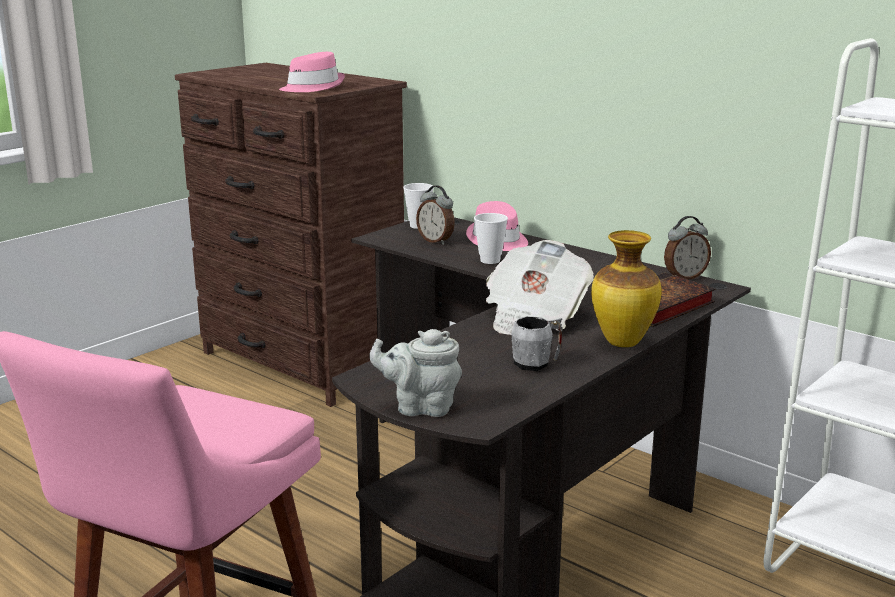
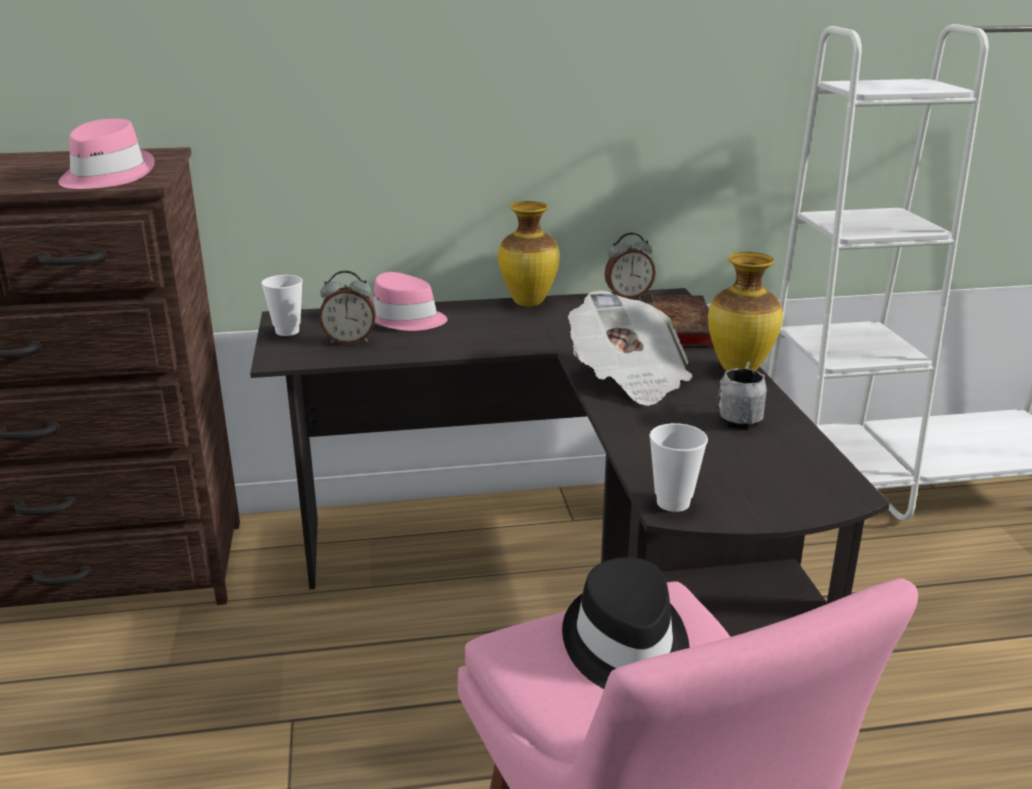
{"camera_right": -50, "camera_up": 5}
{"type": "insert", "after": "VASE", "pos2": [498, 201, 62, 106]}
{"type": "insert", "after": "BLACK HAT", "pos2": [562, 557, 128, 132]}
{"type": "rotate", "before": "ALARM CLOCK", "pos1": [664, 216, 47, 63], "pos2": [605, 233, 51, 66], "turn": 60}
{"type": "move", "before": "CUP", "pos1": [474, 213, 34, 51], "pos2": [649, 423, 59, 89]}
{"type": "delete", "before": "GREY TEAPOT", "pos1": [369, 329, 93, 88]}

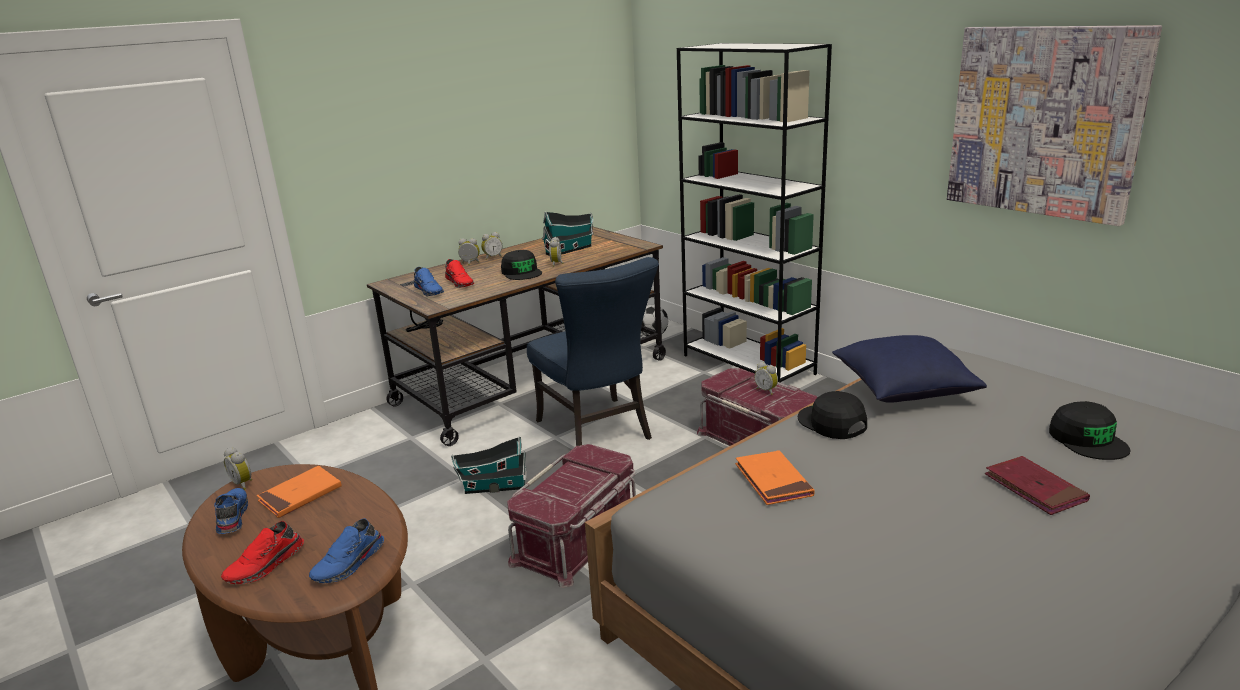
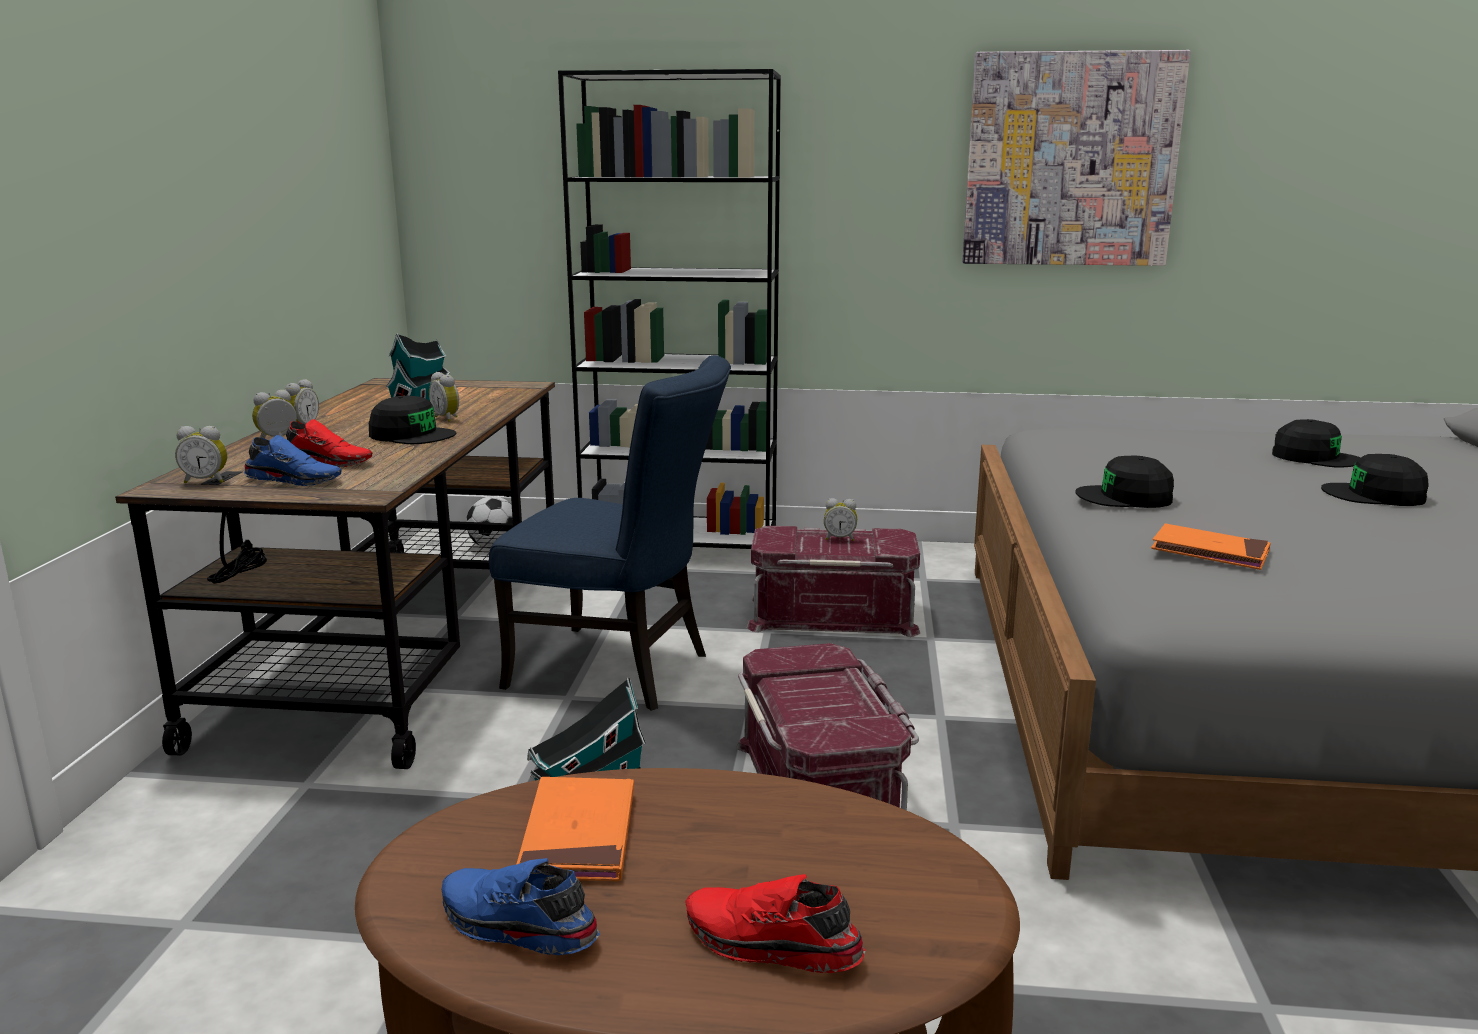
{"camera_right": -45, "camera_up": -5}
{"type": "move", "before": "ALARM CLOCK", "pos1": [224, 447, 28, 43], "pos2": [175, 426, 52, 57]}
{"type": "rotate", "before": "RED SHOE", "pos1": [221, 521, 83, 63], "pos2": [685, 874, 181, 99], "turn": 120}
{"type": "replace", "before": "RED BOOK", "after": "BLACK CAP", "pos1": [985, 456, 105, 59], "pos2": [1321, 454, 108, 52]}
{"type": "delete", "before": "BLUE SHOE", "pos1": [309, 518, 75, 65]}
{"type": "delete", "before": "BLUE PILLOW", "pos1": [832, 335, 155, 68]}

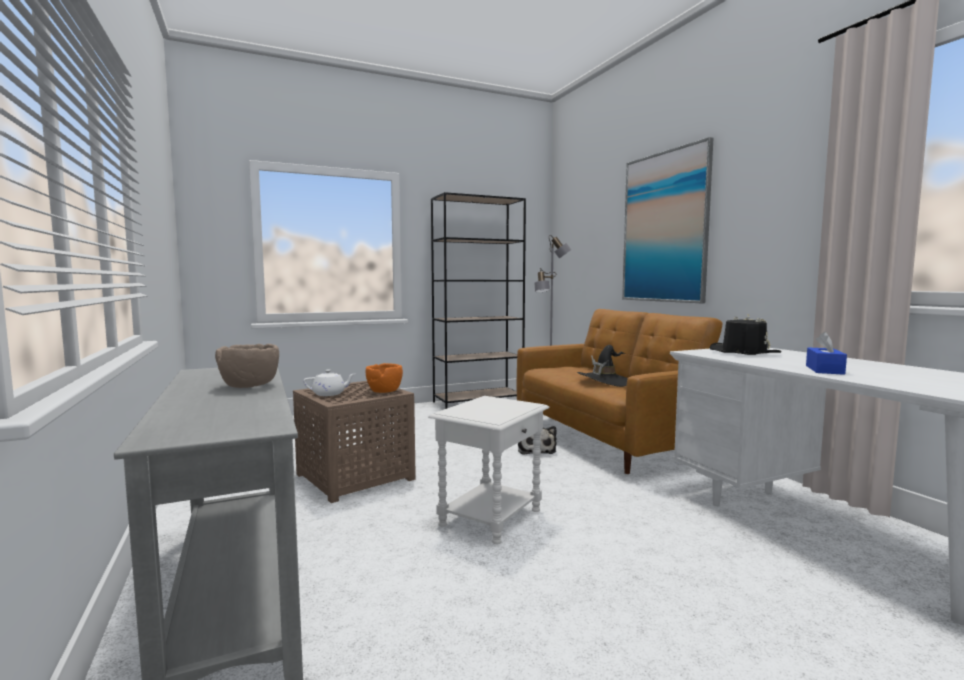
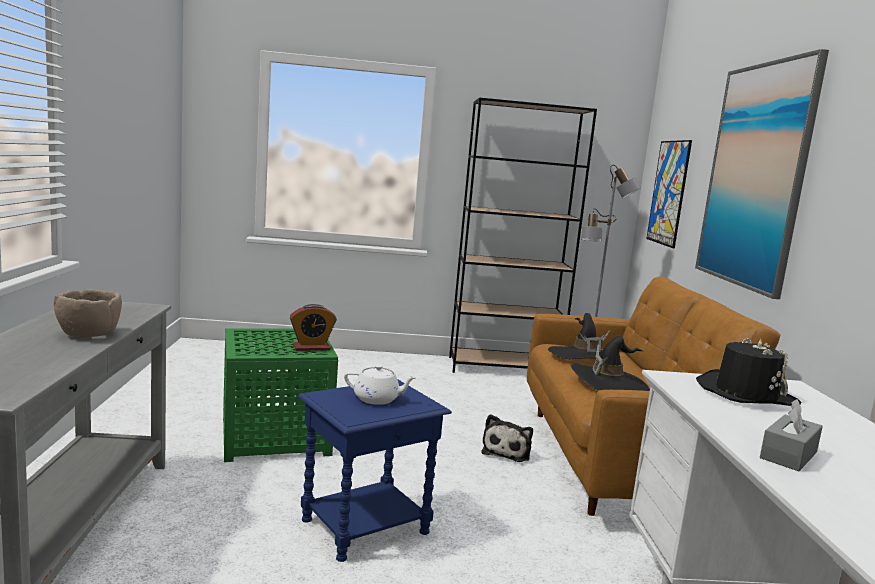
{"camera_right": 20, "camera_up": 5}
{"type": "recolor", "before": "BROWN SIDE TABLE", "after": "GREEN SIDE TABLE", "pos1": [293, 381, 123, 122], "pos2": [223, 328, 115, 134]}
{"type": "replace", "before": "ORANGE BOWL", "after": "ALARM CLOCK", "pos1": [366, 363, 37, 30], "pos2": [290, 304, 47, 47]}
{"type": "recolor", "before": "WHITE SIDE TABLE", "after": "BLUE SIDE TABLE", "pos1": [428, 396, 121, 148], "pos2": [298, 379, 154, 183]}
{"type": "move", "before": "WHITE TEAPOT", "pos1": [303, 369, 52, 27], "pos2": [344, 364, 73, 41]}
{"type": "insert", "after": "BLACK HAT", "pos2": [548, 313, 62, 46]}
{"type": "insert", "after": "PICTURE", "pos2": [646, 140, 46, 108]}
{"type": "recolor", "before": "BLUE TISSUE BOX", "after": "GREY TISSUE BOX", "pos1": [806, 332, 41, 43], "pos2": [760, 399, 63, 72]}

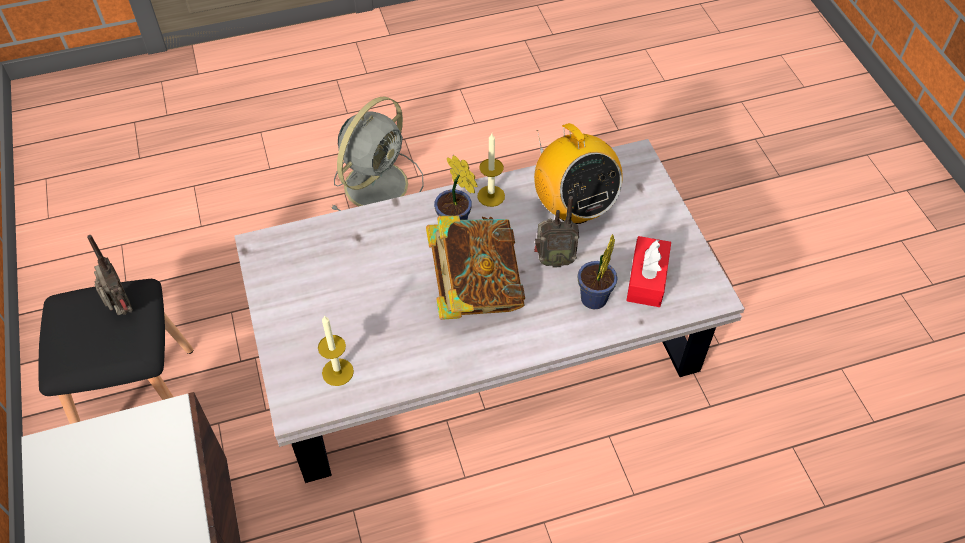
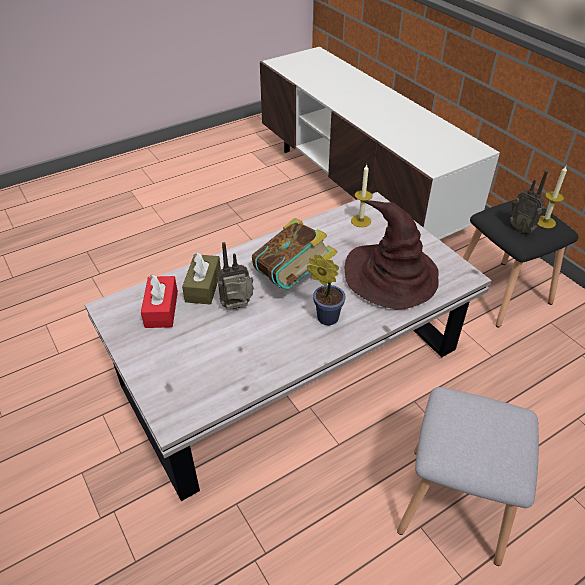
{"camera_right": 165, "camera_up": -10}
{"type": "replace", "before": "POTTED PLANT", "after": "BROWN TISSUE BOX", "pos1": [578, 234, 40, 75], "pos2": [182, 252, 39, 53]}
{"type": "insert", "after": "BROWN HAT", "pos2": [345, 200, 94, 110]}
{"type": "replace", "before": "GREY FAN", "after": "GREY STOOL", "pos1": [331, 96, 93, 115], "pos2": [397, 387, 142, 179]}
{"type": "move", "before": "CANDLE", "pos1": [477, 133, 28, 74], "pos2": [537, 166, 30, 62]}
{"type": "delete", "before": "RADIO", "pos1": [534, 123, 89, 101]}

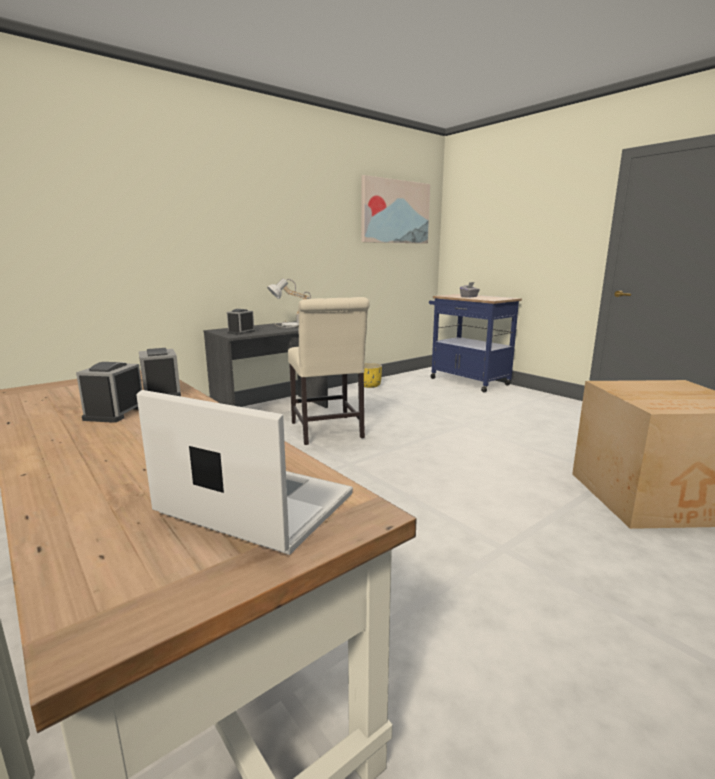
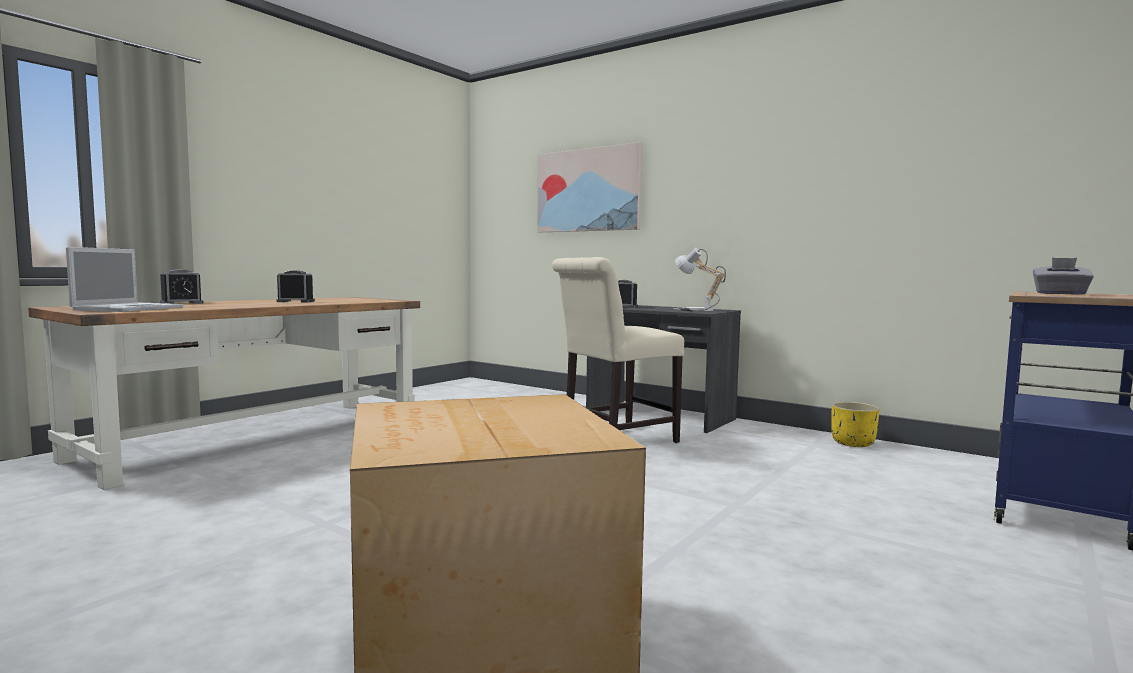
{"camera_right": 75, "camera_up": -10}
{"type": "move", "before": "ALARM CLOCK", "pos1": [139, 348, 42, 48], "pos2": [160, 269, 43, 35]}
{"type": "move", "before": "PICTURE", "pos1": [362, 175, 68, 69], "pos2": [537, 142, 105, 90]}

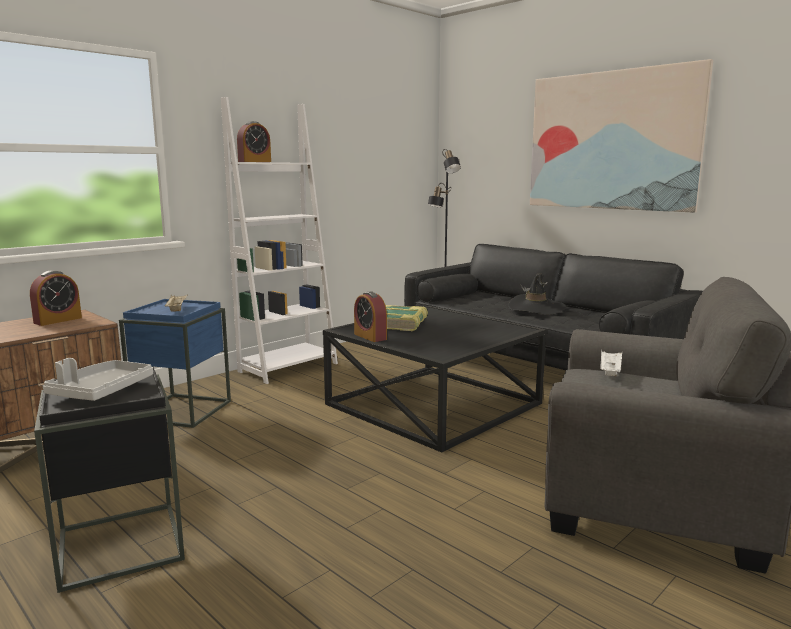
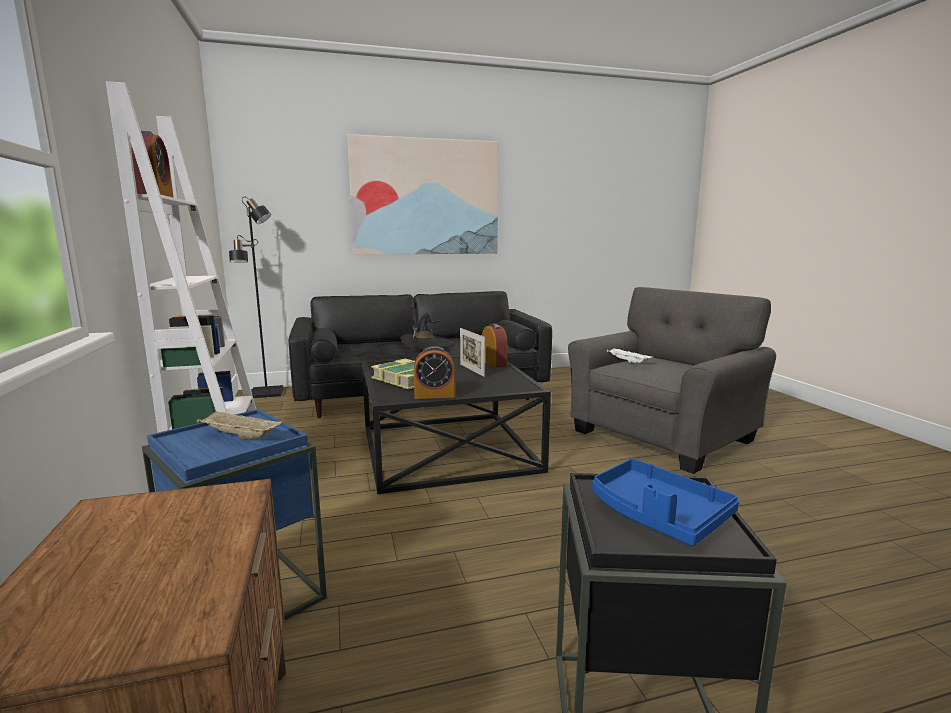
{"camera_right": -60, "camera_up": 0}
{"type": "insert", "after": "PICTURE FRAME", "pos2": [460, 328, 25, 49]}
{"type": "move", "before": "ALARM CLOCK", "pos1": [30, 270, 52, 56], "pos2": [482, 324, 25, 44]}
{"type": "recolor", "before": "GREY TRAY", "after": "BLUE TRAY", "pos1": [43, 358, 110, 43], "pos2": [592, 458, 147, 88]}

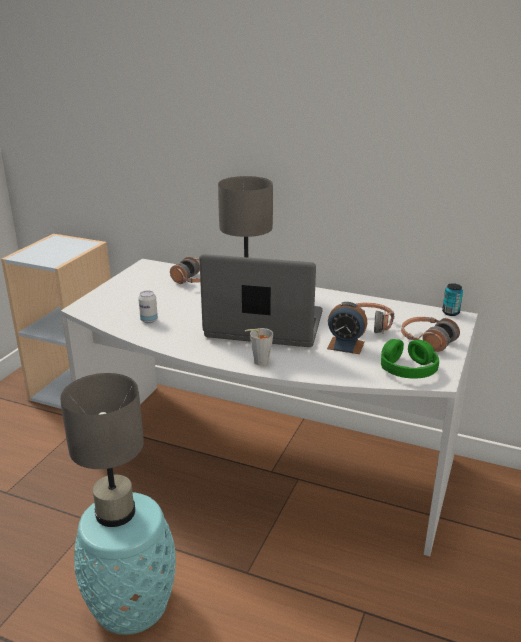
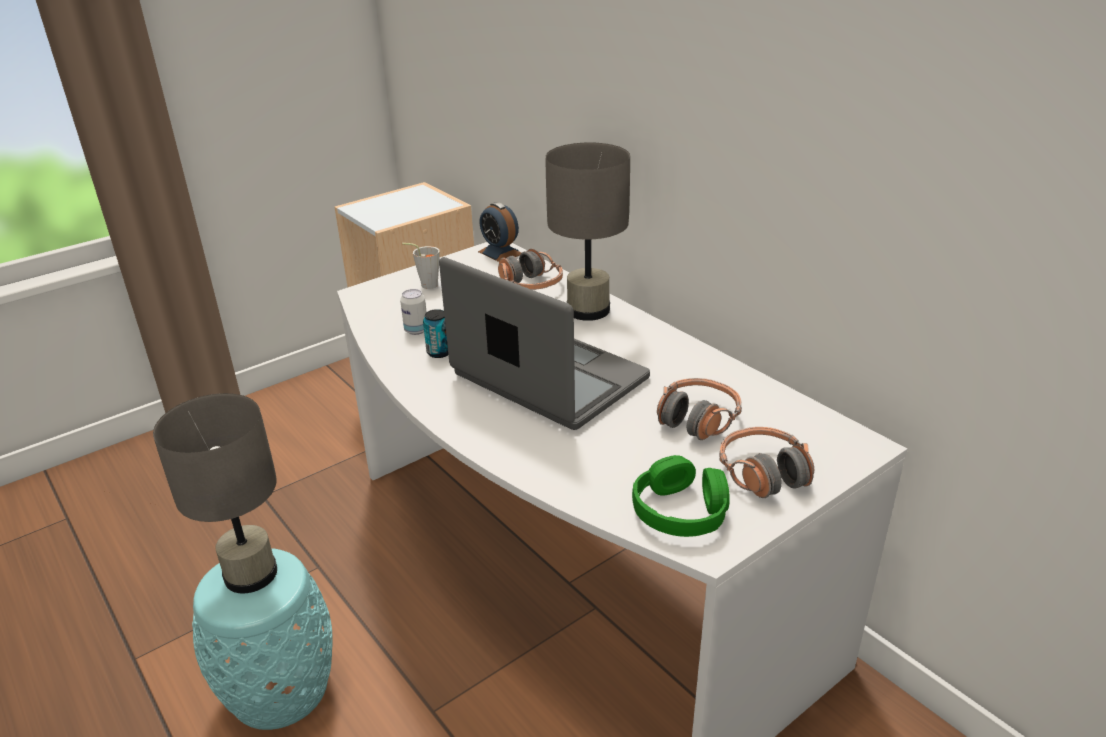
{"camera_right": 30, "camera_up": 5}
{"type": "move", "before": "GREY CUP", "pos1": [245, 328, 28, 38], "pos2": [402, 243, 38, 46]}
{"type": "move", "before": "CAN", "pos1": [442, 283, 21, 33], "pos2": [423, 309, 25, 49]}
{"type": "move", "before": "ALARM CLOCK", "pos1": [327, 302, 40, 52], "pos2": [478, 202, 43, 60]}

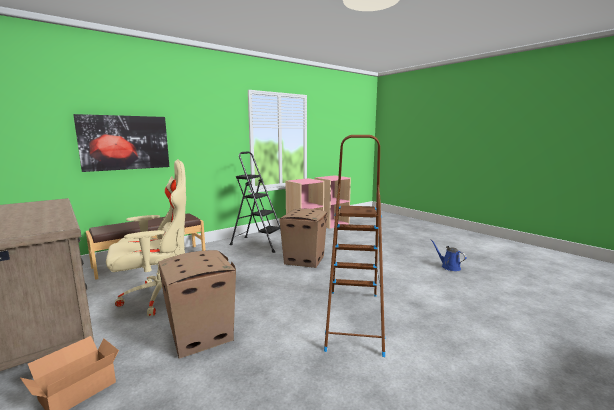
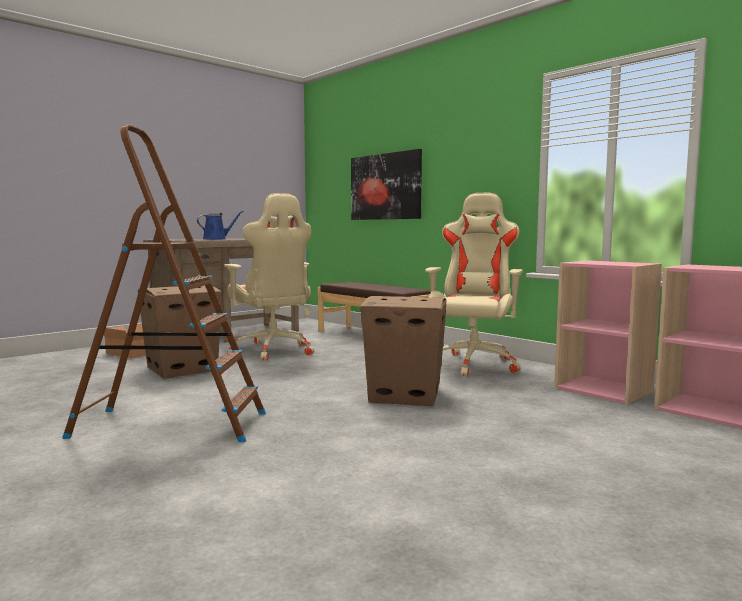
{"camera_right": 85, "camera_up": -5}
{"type": "move", "before": "BLUE WATERING CAN", "pos1": [431, 239, 36, 32], "pos2": [197, 211, 47, 29]}
{"type": "replace", "before": "STEP LADDER", "after": "BEIGE OFFICE CHAIR", "pos1": [229, 151, 51, 102], "pos2": [425, 193, 98, 184]}

